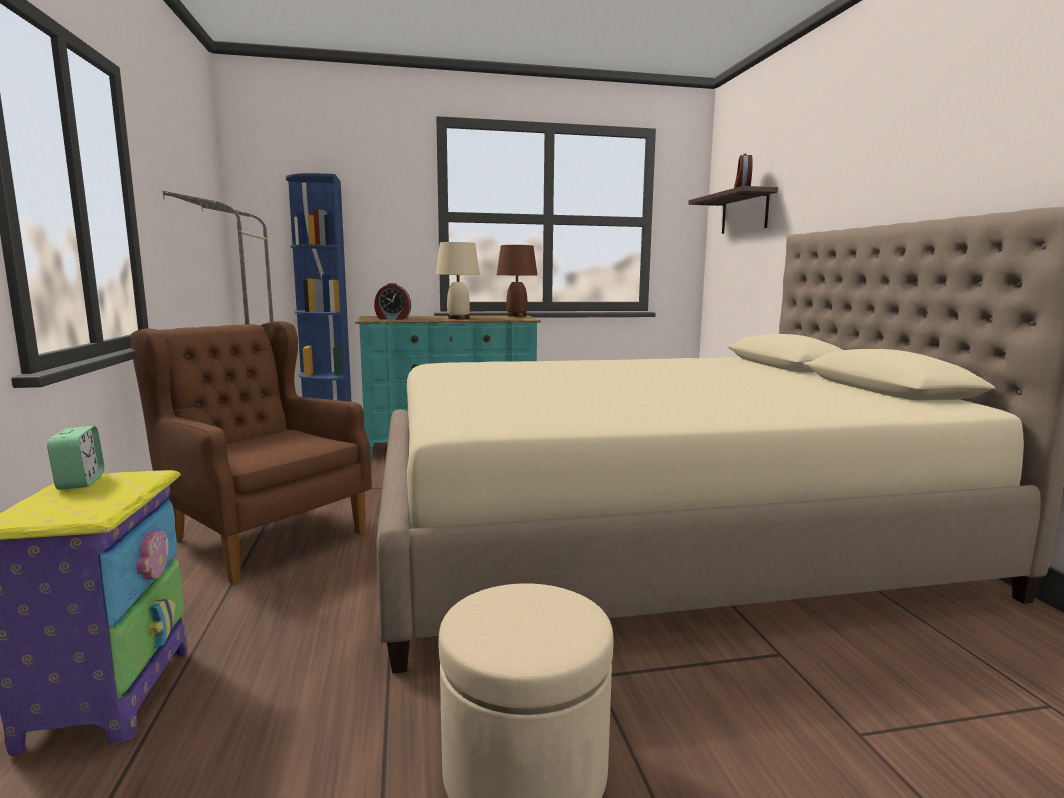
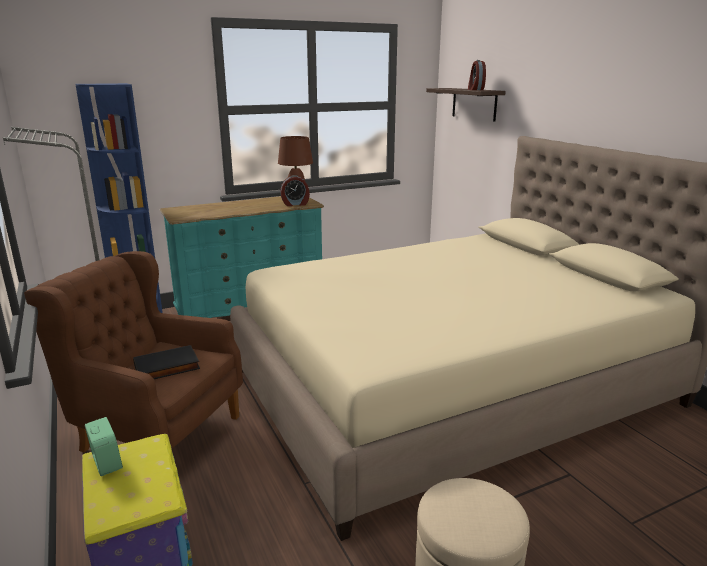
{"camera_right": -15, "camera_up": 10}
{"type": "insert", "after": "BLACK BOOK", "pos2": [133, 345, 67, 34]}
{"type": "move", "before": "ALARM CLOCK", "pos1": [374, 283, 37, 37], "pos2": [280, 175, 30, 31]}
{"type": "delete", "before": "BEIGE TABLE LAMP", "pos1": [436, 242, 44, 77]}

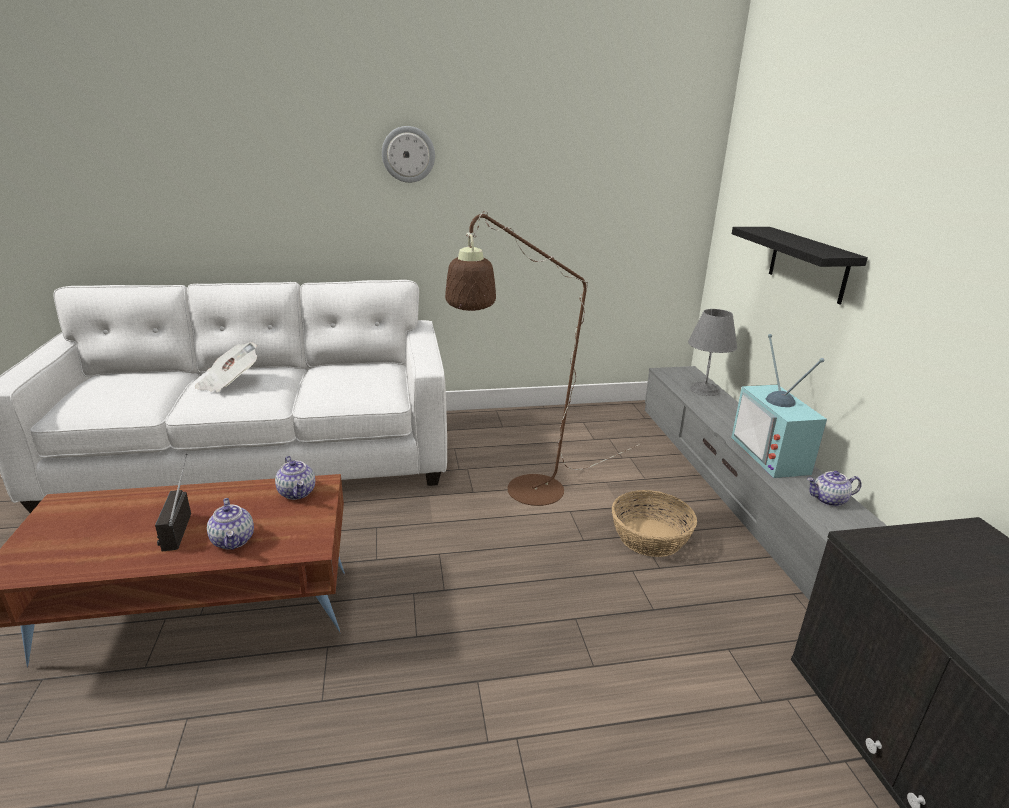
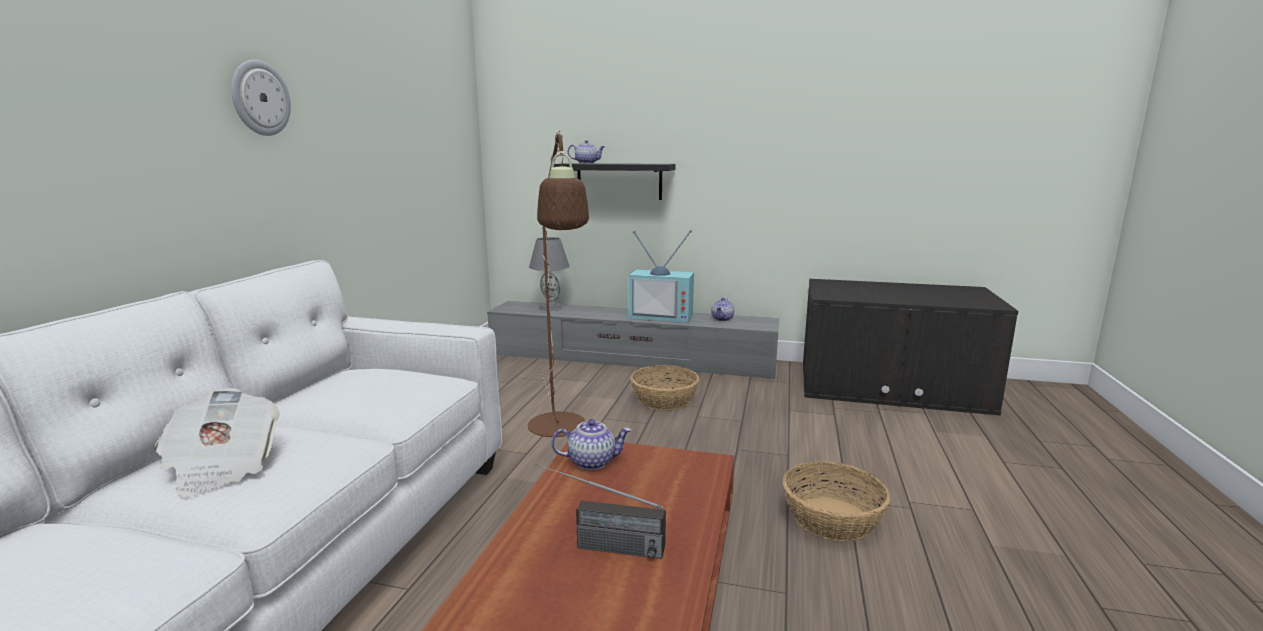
{"camera_right": -65, "camera_up": -10}
{"type": "move", "before": "TEAPOT", "pos1": [207, 498, 47, 52], "pos2": [568, 140, 37, 24]}
{"type": "insert", "after": "BASKET", "pos2": [783, 461, 108, 80]}

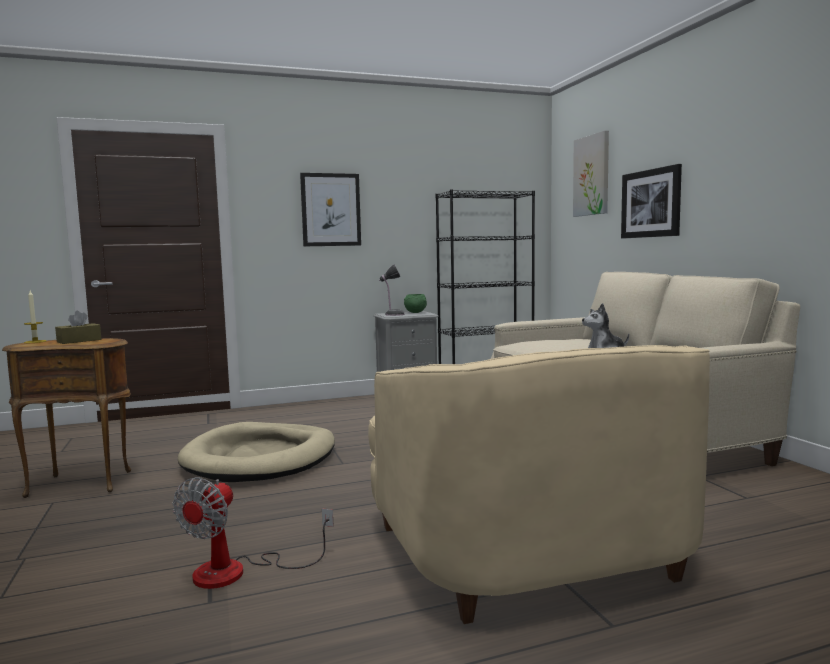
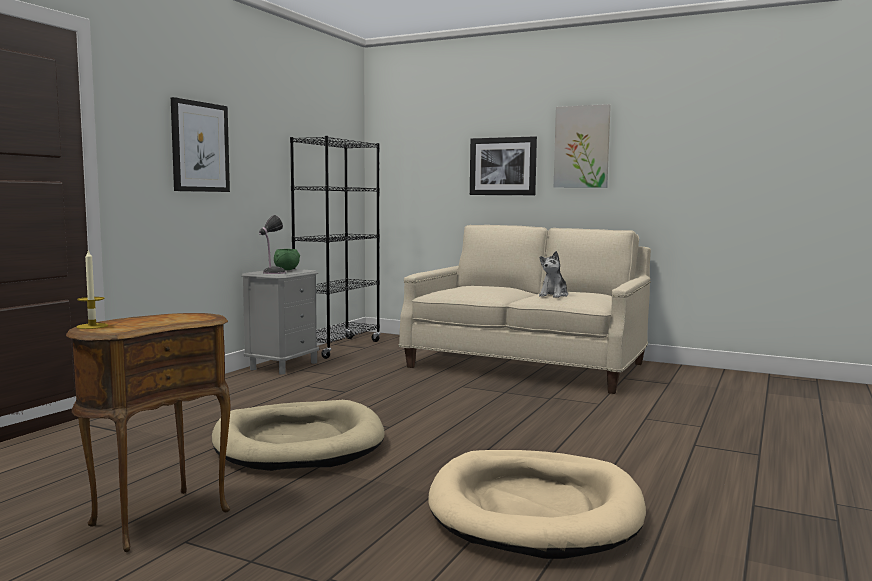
{"camera_right": -45, "camera_up": 0}
{"type": "replace", "before": "FAN", "after": "BEIGE DOG BED", "pos1": [173, 477, 161, 112], "pos2": [428, 450, 218, 109]}
{"type": "move", "before": "PICTURE", "pos1": [573, 131, 36, 86], "pos2": [554, 104, 57, 84]}
{"type": "delete", "before": "BROWN TISSUE BOX", "pos1": [55, 311, 46, 33]}
{"type": "delete", "before": "BEIGE ARMCHAIR", "pos1": [368, 345, 342, 279]}

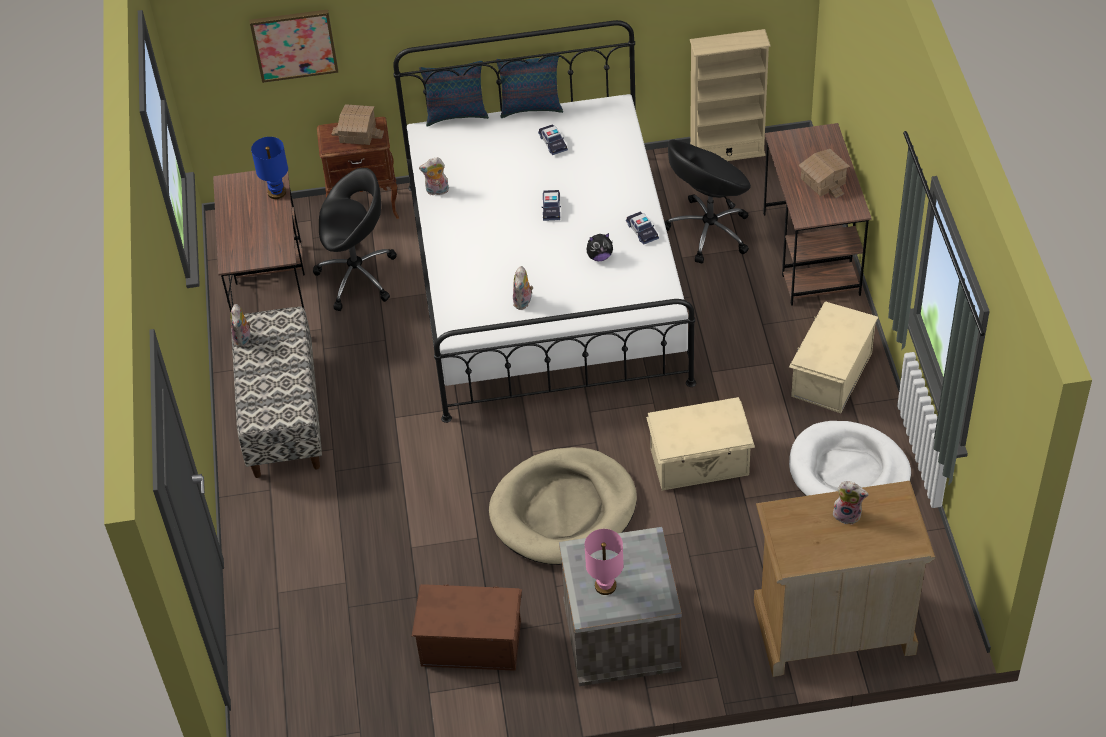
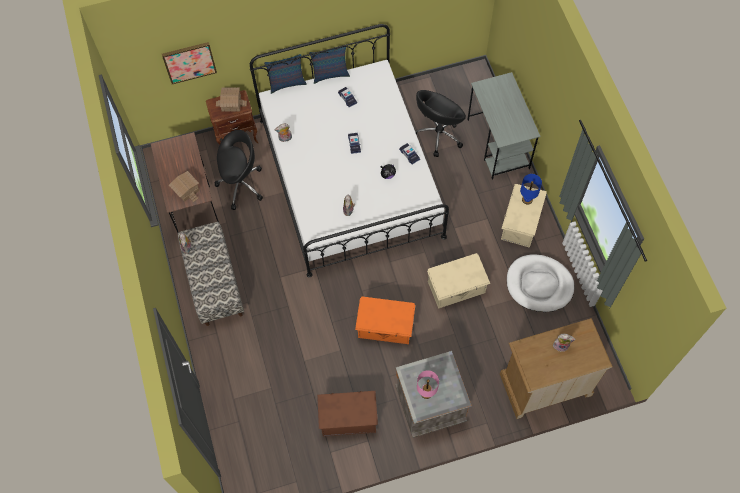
{"camera_right": -10, "camera_up": 15}
{"type": "move", "before": "TOY HOUSE", "pos1": [799, 149, 51, 50], "pos2": [169, 171, 30, 32]}
{"type": "replace", "before": "BEIGE DOG BED", "after": "ORANGE STORAGE BOX", "pos1": [489, 447, 148, 118], "pos2": [355, 296, 60, 48]}
{"type": "recolor", "before": "BROWN DESK", "after": "GREY DESK", "pos1": [763, 123, 108, 183], "pos2": [467, 72, 73, 108]}
{"type": "move", "before": "BLUE TABLE LAMP", "pos1": [251, 137, 37, 62], "pos2": [520, 174, 22, 31]}
{"type": "delete", "before": "BEIGE BOOKCASE", "pos1": [690, 29, 81, 132]}

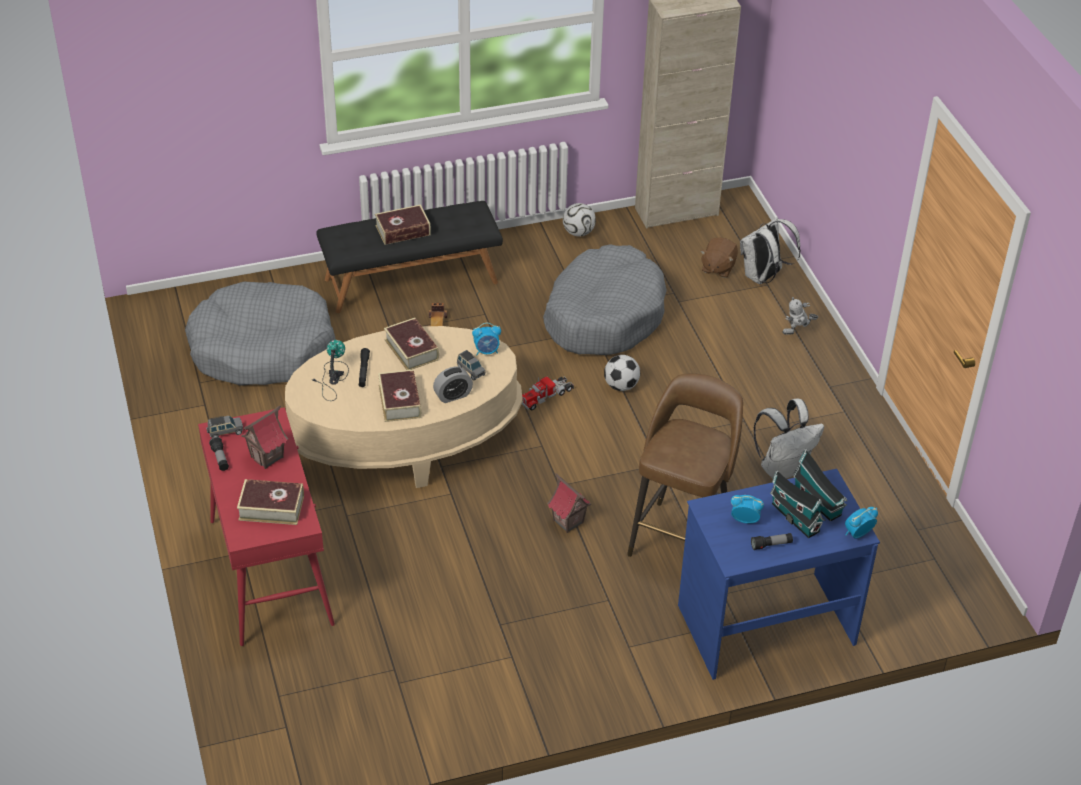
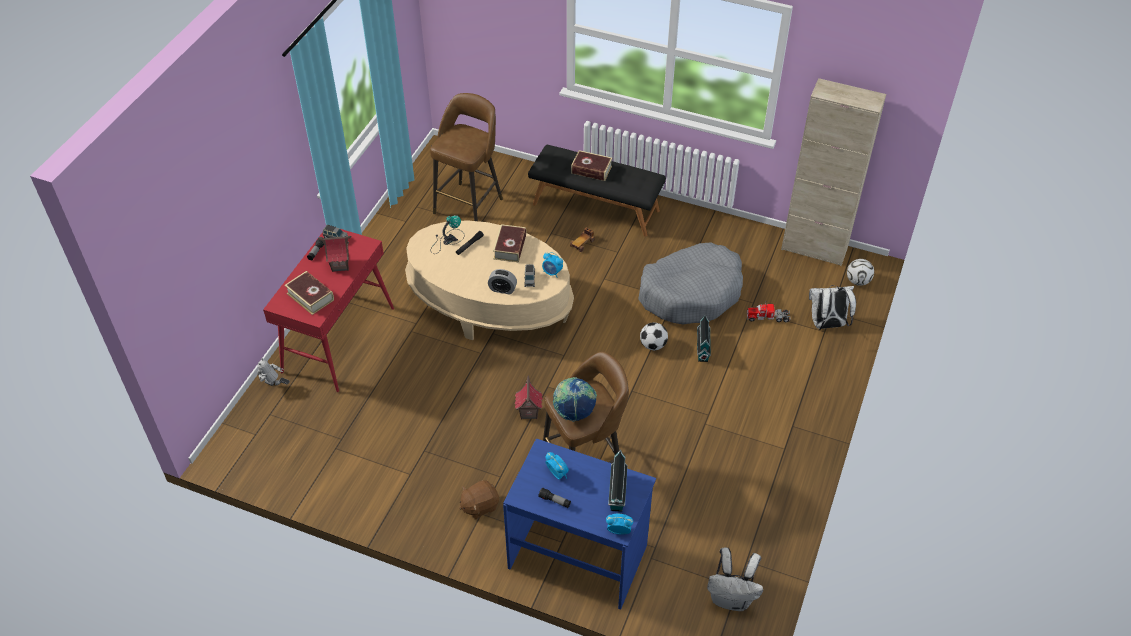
{"camera_right": 40, "camera_up": 5}
{"type": "move", "before": "TOY ROBOT", "pos1": [782, 297, 36, 38], "pos2": [257, 358, 33, 28]}
{"type": "replace", "before": "GREY DOG BED", "after": "BROWN STOOL", "pos1": [185, 282, 151, 104], "pos2": [430, 93, 73, 128]}
{"type": "move", "before": "BROWN PLUSH TOY", "pos1": [700, 237, 38, 41], "pos2": [459, 480, 40, 40]}
{"type": "insert", "after": "GLOBE", "pos2": [553, 377, 44, 45]}
{"type": "move", "before": "TOY HOUSE", "pos1": [770, 470, 55, 68], "pos2": [697, 315, 14, 47]}
{"type": "move", "before": "WHITE BACKPACK", "pos1": [753, 399, 71, 80], "pos2": [707, 547, 56, 64]}
{"type": "move", "before": "TOY TRUCK", "pos1": [522, 376, 52, 35], "pos2": [747, 302, 44, 20]}
{"type": "move", "before": "FOOTBALL", "pos1": [563, 203, 33, 33], "pos2": [847, 259, 27, 27]}
{"type": "delete", "before": "BOOK", "pos1": [378, 369, 43, 53]}

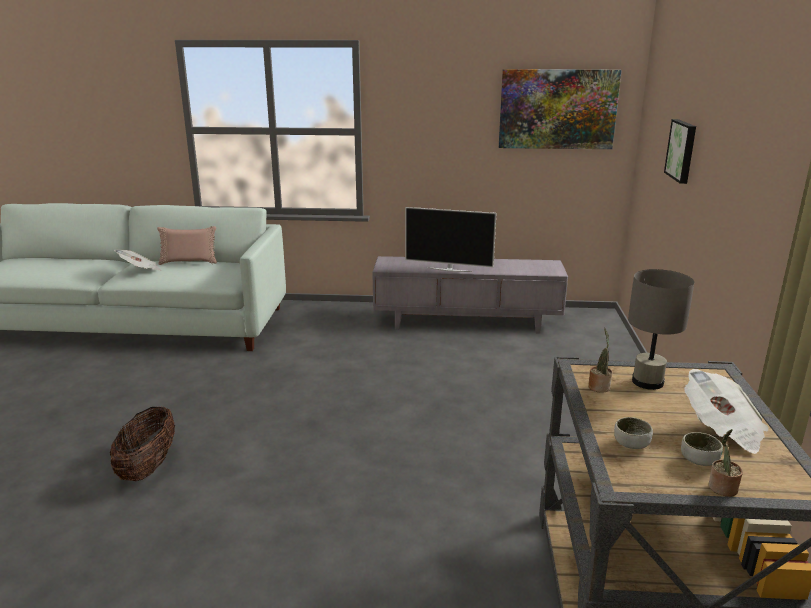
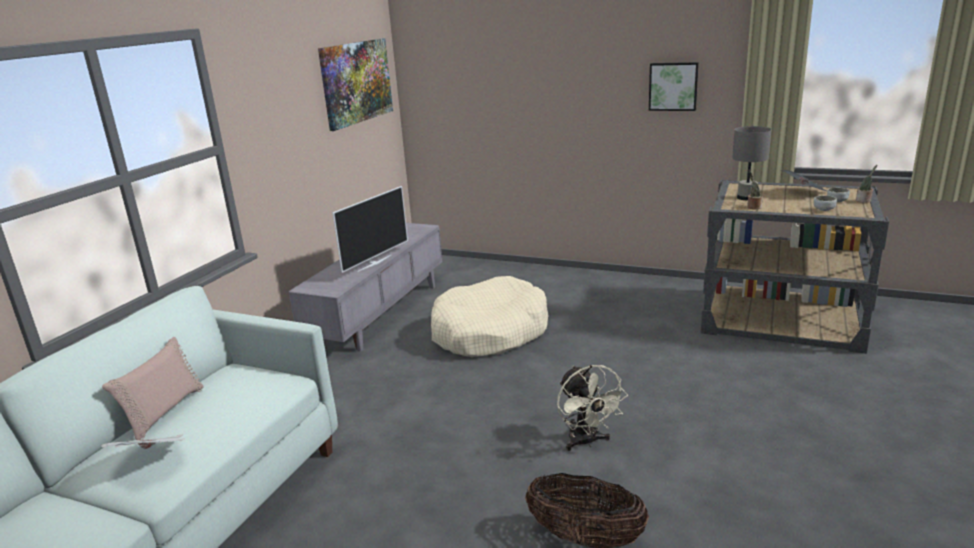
{"camera_right": -70, "camera_up": 0}
{"type": "insert", "after": "BEIGE DOG BED", "pos2": [431, 276, 118, 81]}
{"type": "insert", "after": "BEIGE FAN", "pos2": [557, 365, 71, 86]}
{"type": "move", "before": "PICTURE", "pos1": [664, 119, 32, 65], "pos2": [649, 62, 50, 49]}

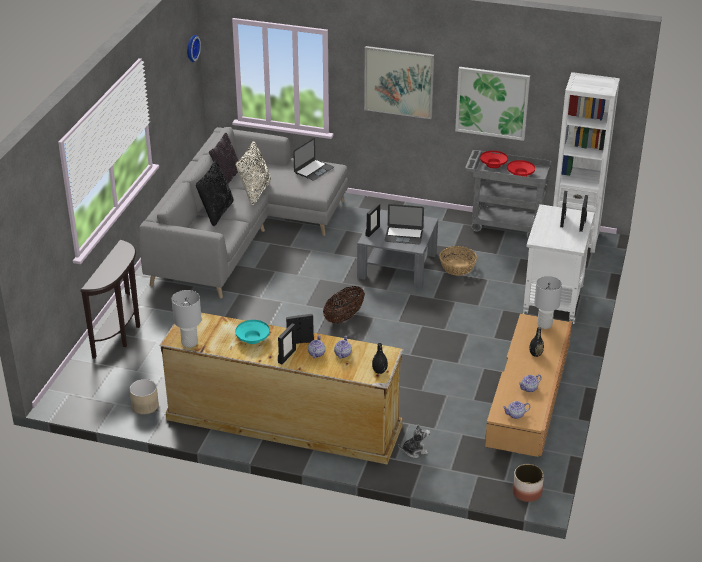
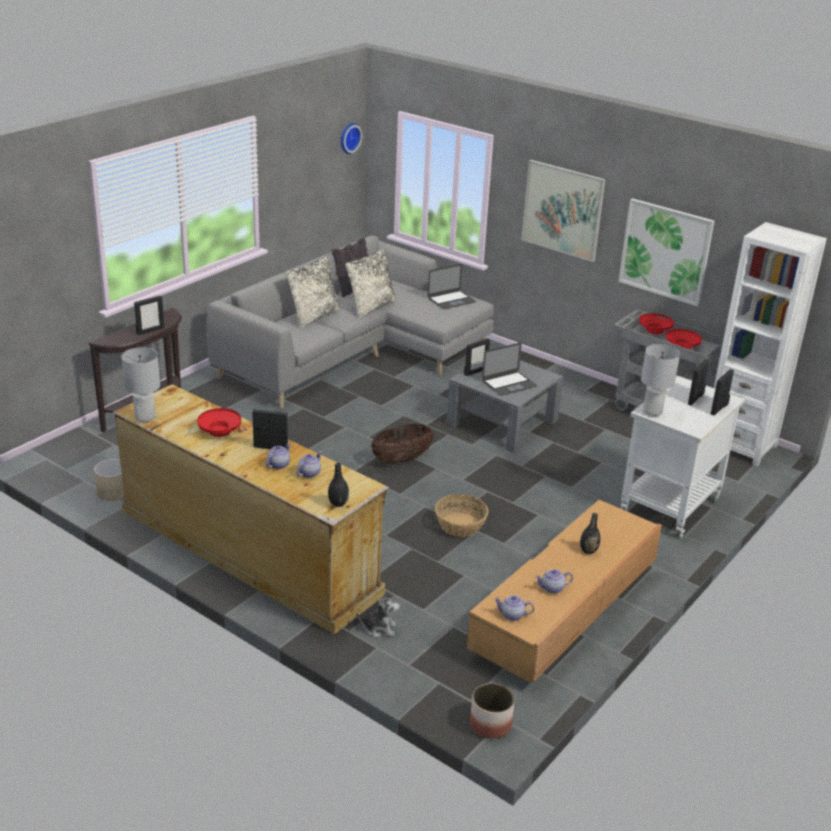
{"camera_right": 20, "camera_up": -5}
{"type": "move", "before": "PICTURE FRAME", "pos1": [278, 323, 18, 41], "pos2": [134, 296, 30, 39]}
{"type": "recolor", "before": "TURQUOISE BOWL", "after": "RED BOWL", "pos1": [235, 320, 35, 24], "pos2": [197, 408, 44, 29]}
{"type": "recolor", "before": "BLACK PILLOW", "after": "BEIGE PILLOW", "pos1": [196, 161, 38, 65], "pos2": [286, 256, 53, 71]}
{"type": "move", "before": "BASKET", "pos1": [439, 246, 38, 30], "pos2": [435, 494, 53, 43]}
{"type": "rotate", "before": "LAPTOP", "pos1": [385, 204, 39, 40], "pos2": [482, 343, 55, 53], "turn": -60}
{"type": "move", "before": "GREY TABLE LAMP", "pos1": [534, 276, 28, 53], "pos2": [641, 344, 39, 72]}

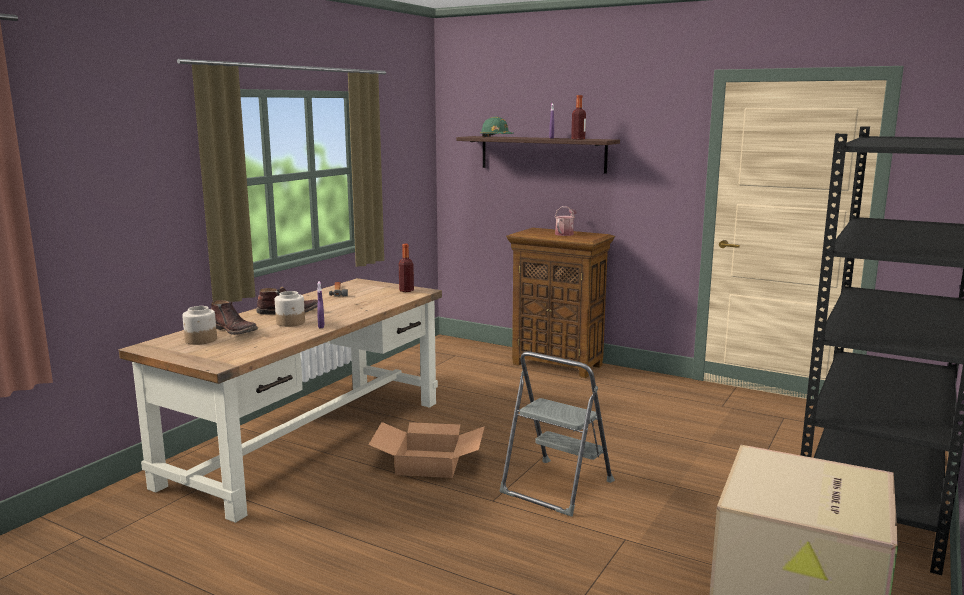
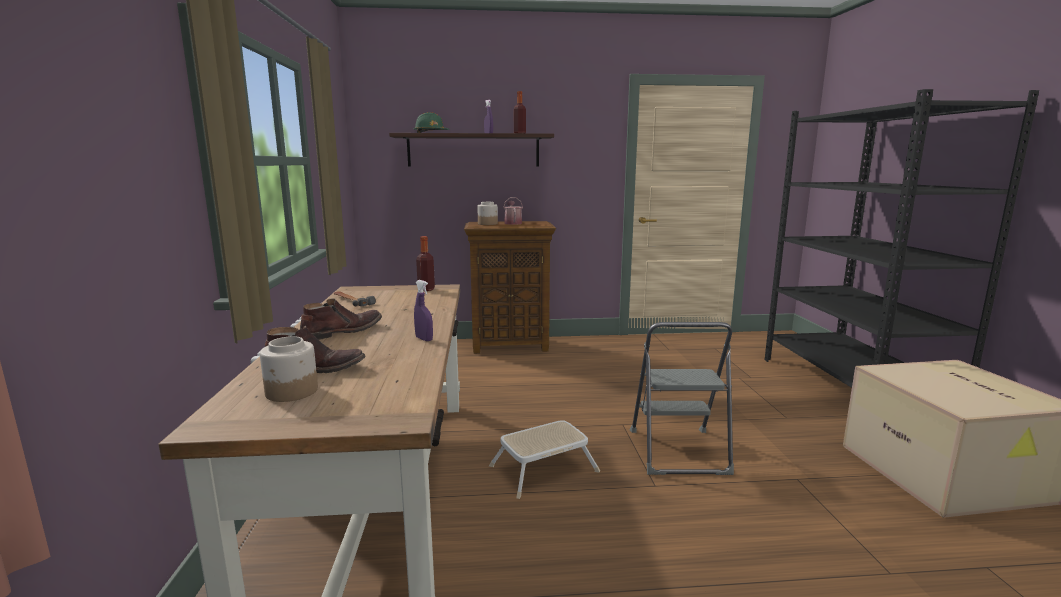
{"camera_right": -35, "camera_up": 0}
{"type": "move", "before": "JAR", "pos1": [275, 291, 30, 36], "pos2": [477, 202, 21, 23]}
{"type": "replace", "before": "CARDBOARD BOX", "after": "BEIGE STEP LADDER", "pos1": [369, 422, 116, 56], "pos2": [489, 420, 111, 79]}

